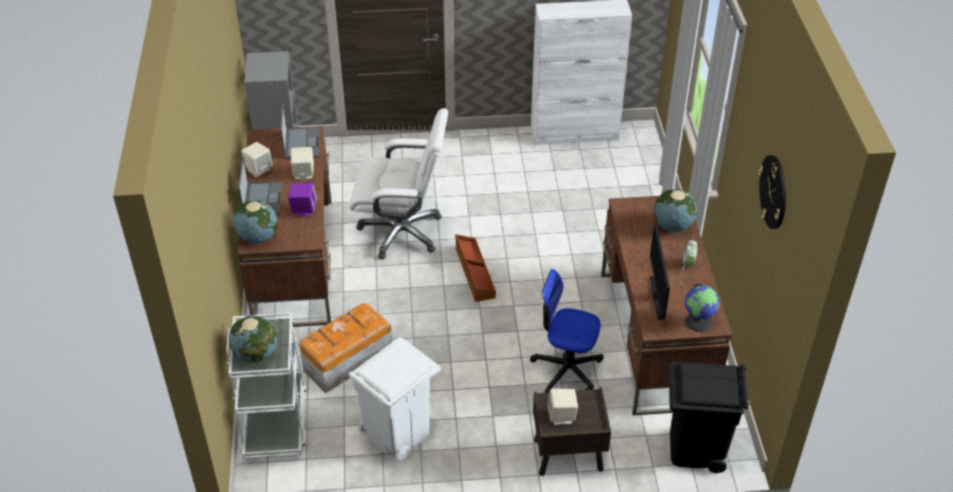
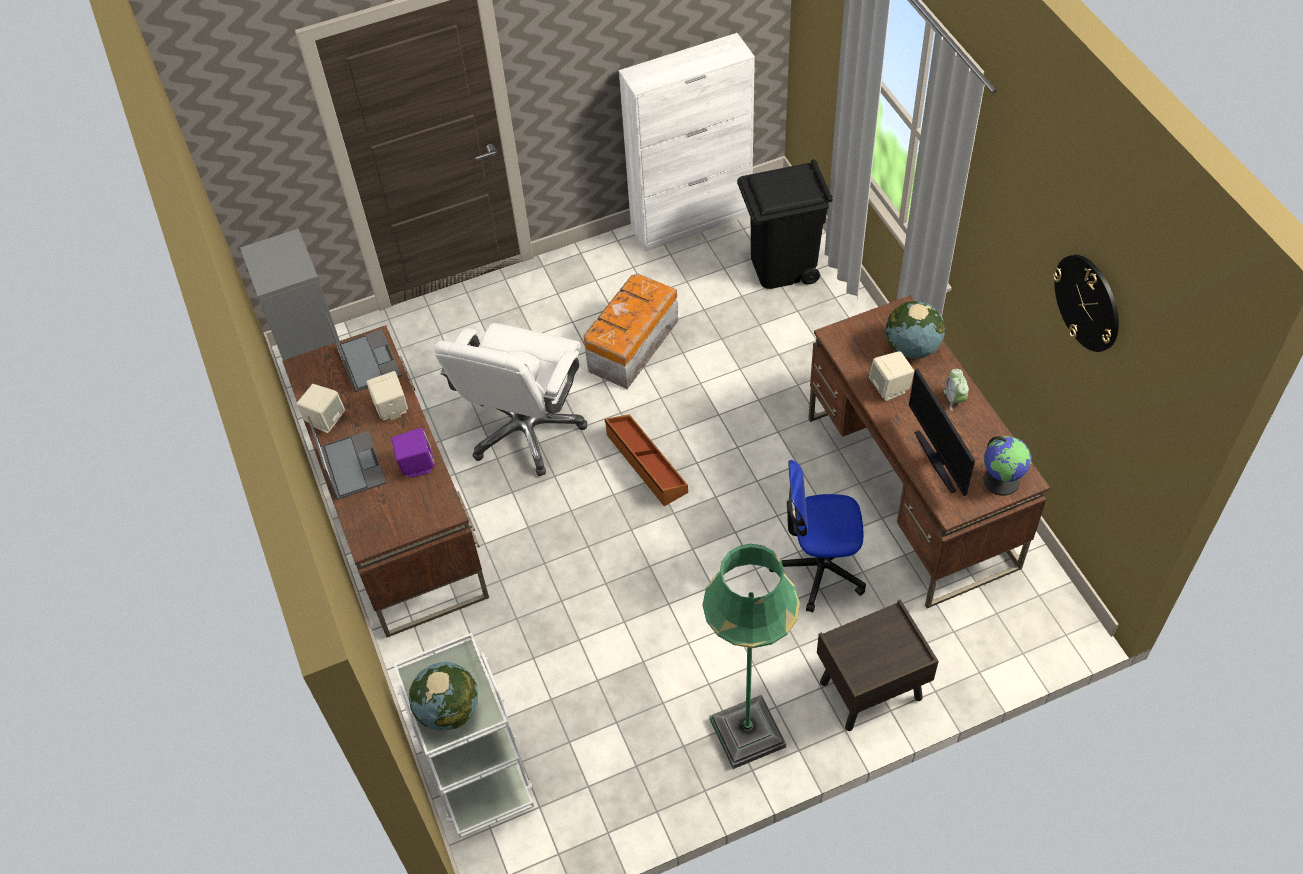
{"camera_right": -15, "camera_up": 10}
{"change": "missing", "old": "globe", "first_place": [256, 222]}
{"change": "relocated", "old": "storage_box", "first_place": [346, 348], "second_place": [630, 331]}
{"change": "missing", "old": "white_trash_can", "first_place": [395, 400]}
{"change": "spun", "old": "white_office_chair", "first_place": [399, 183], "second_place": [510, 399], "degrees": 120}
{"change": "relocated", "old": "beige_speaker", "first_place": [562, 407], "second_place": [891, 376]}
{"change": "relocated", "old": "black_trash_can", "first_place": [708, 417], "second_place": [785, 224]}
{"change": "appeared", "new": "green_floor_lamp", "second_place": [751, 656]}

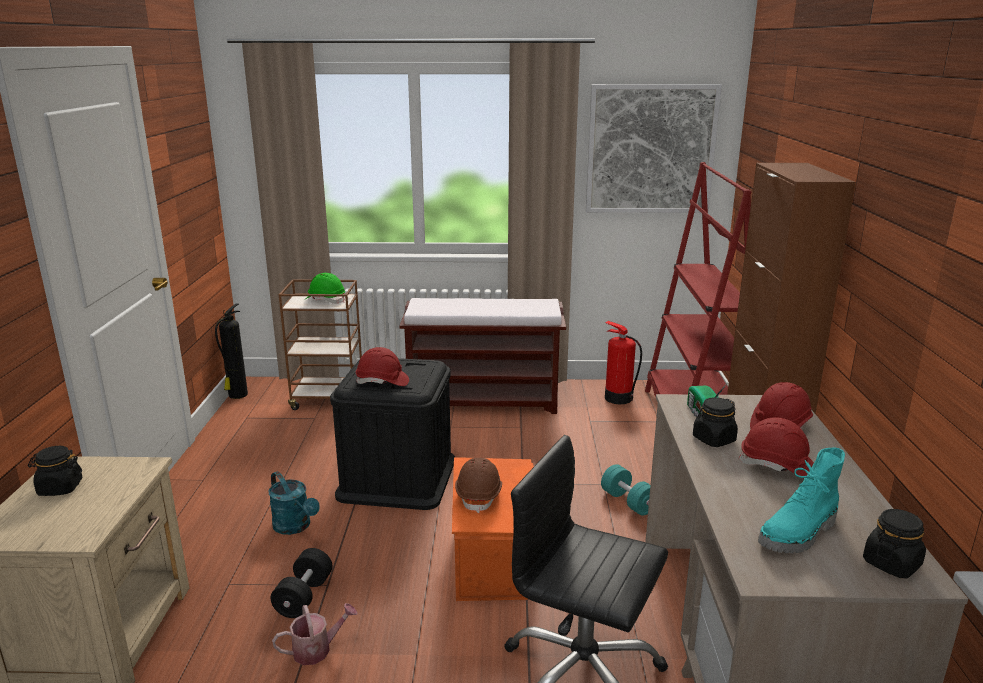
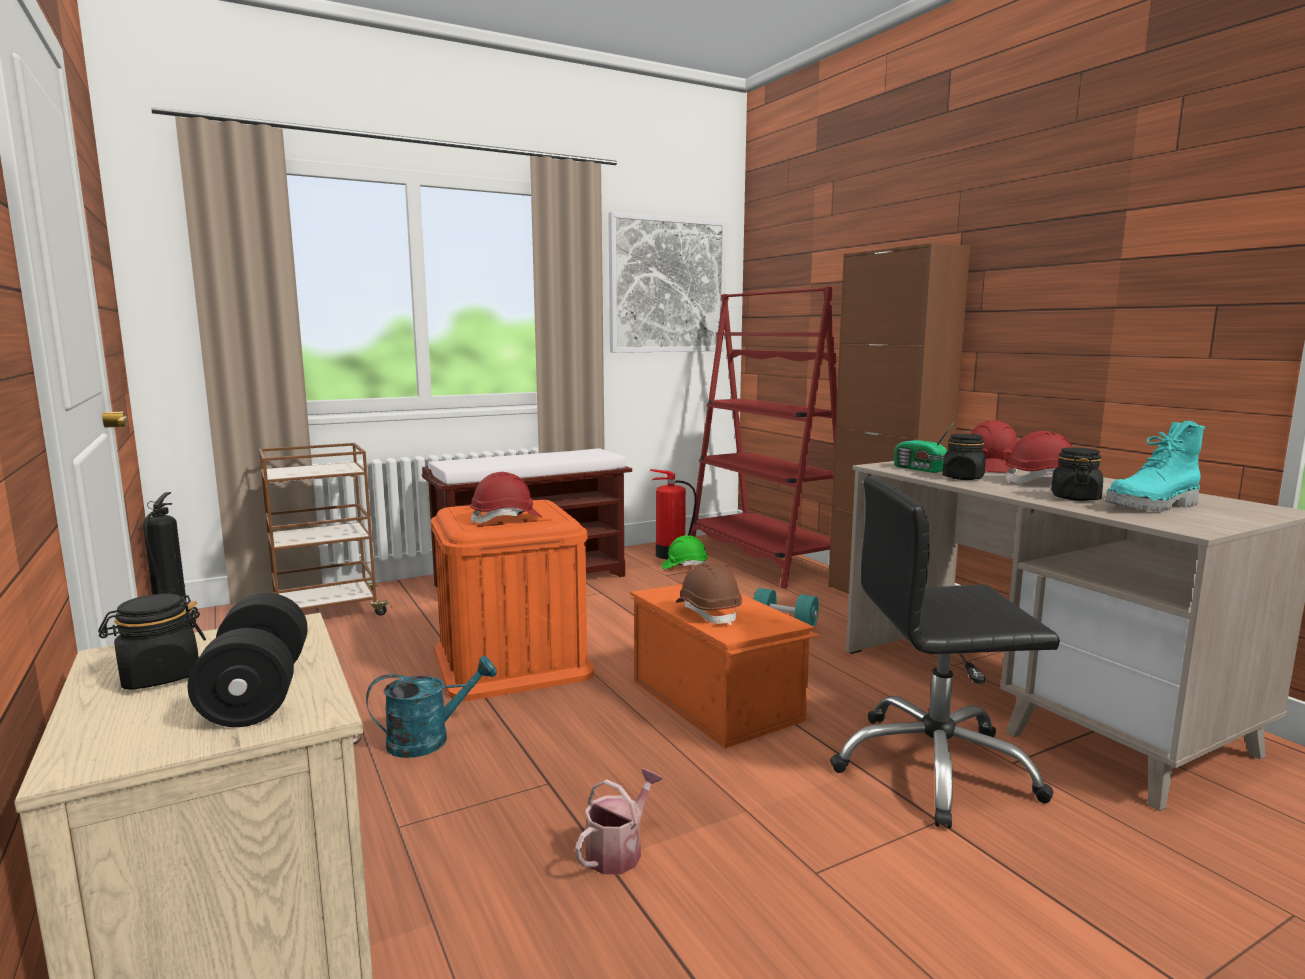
{"camera_right": -30, "camera_up": -10}
{"change": "spun", "old": "turquoise_watering_can", "first_place": [294, 503], "second_place": [431, 707], "degrees": -45}
{"change": "relocated", "old": "black_dumbbell", "first_place": [301, 583], "second_place": [248, 660]}
{"change": "relocated", "old": "green_hard_hat", "first_place": [324, 288], "second_place": [684, 552]}
{"change": "colour", "old": "black_storage_box", "new": "orange_storage_box", "first_place": [392, 434], "second_place": [512, 600]}
{"change": "spun", "old": "turquoise_boot", "first_place": [801, 500], "second_place": [1155, 466], "degrees": 45}
{"change": "relocated", "old": "black_jar", "first_place": [894, 544], "second_place": [1077, 474]}

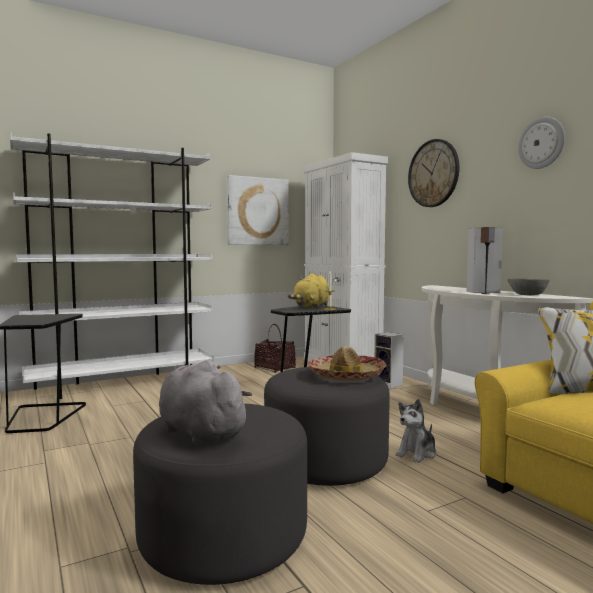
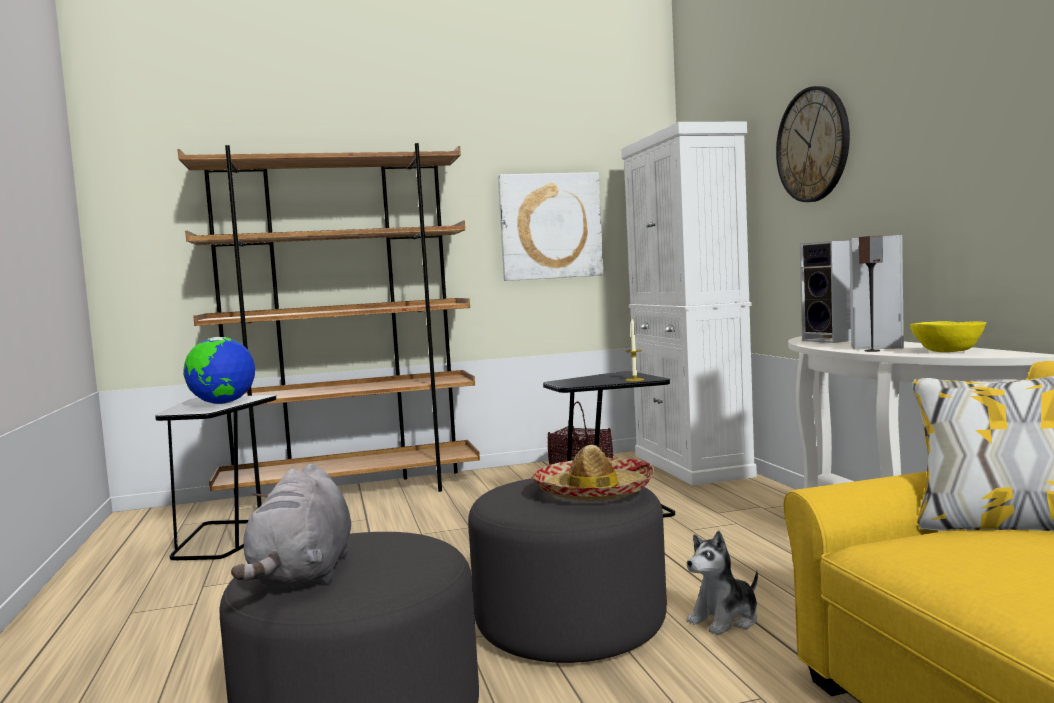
{"camera_right": 15, "camera_up": 0}
{"change": "colour", "old": "white_bookcase", "new": "brown_bookcase", "first_place": [112, 265], "second_place": [329, 325]}
{"change": "spun", "old": "grey_plush_toy", "first_place": [205, 403], "second_place": [291, 525], "degrees": -150}
{"change": "missing", "old": "yellow_plush_toy", "first_place": [308, 290]}
{"change": "relocated", "old": "speaker", "first_place": [389, 360], "second_place": [825, 291]}
{"change": "colour", "old": "grey_bowl", "new": "yellow_bowl", "first_place": [528, 286], "second_place": [948, 336]}
{"change": "missing", "old": "wall_clock", "first_place": [541, 143]}
{"change": "appeared", "new": "globe", "second_place": [219, 370]}

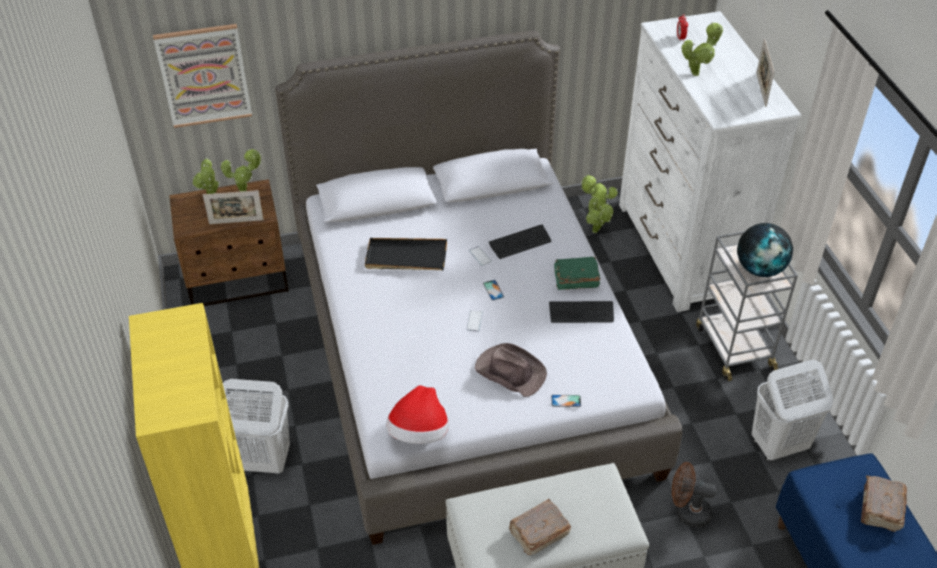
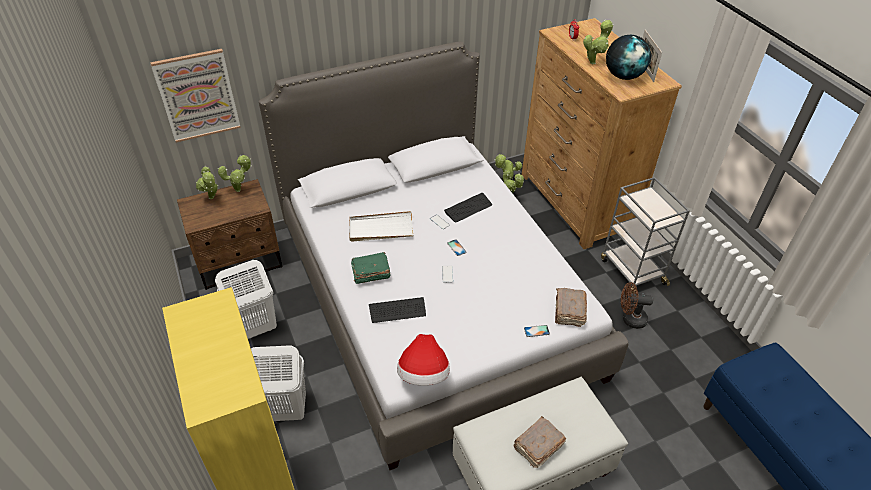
{"camera_right": -10, "camera_up": 0}
{"change": "missing", "old": "picture_frame", "first_place": [233, 207]}
{"change": "colour", "old": "black_tray", "new": "white_tray", "first_place": [406, 254], "second_place": [381, 226]}
{"change": "missing", "old": "brown_hat", "first_place": [510, 370]}
{"change": "relocated", "old": "keyboard", "first_place": [581, 312], "second_place": [397, 310]}
{"change": "relocated", "old": "green_book", "first_place": [577, 273], "second_place": [371, 268]}
{"change": "colour", "old": "white_dresser", "new": "brown_dresser", "first_place": [710, 161], "second_place": [602, 133]}
{"change": "relocated", "old": "brown_fan", "first_place": [694, 495], "second_place": [637, 305]}
{"change": "relocated", "old": "globe", "first_place": [765, 250], "second_place": [628, 57]}
{"change": "relocated", "old": "white_laundry_basket", "first_place": [792, 410], "second_place": [246, 299]}
{"change": "relocated", "old": "brown_book", "first_place": [884, 504], "second_place": [571, 307]}

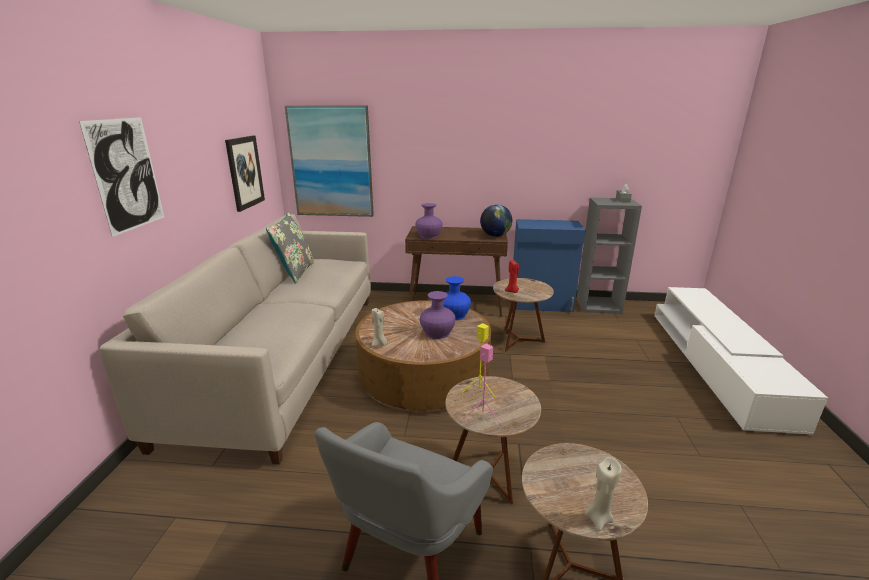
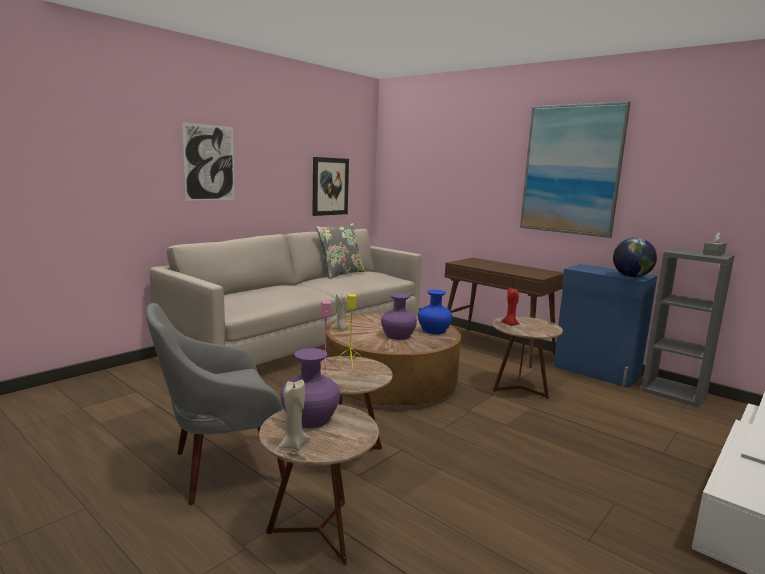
{"camera_right": 35, "camera_up": -10}
{"change": "relocated", "old": "picture", "first_place": [329, 161], "second_place": [575, 169]}
{"change": "relocated", "old": "purple_vase", "first_place": [429, 221], "second_place": [310, 388]}
{"change": "relocated", "old": "globe", "first_place": [496, 220], "second_place": [635, 257]}

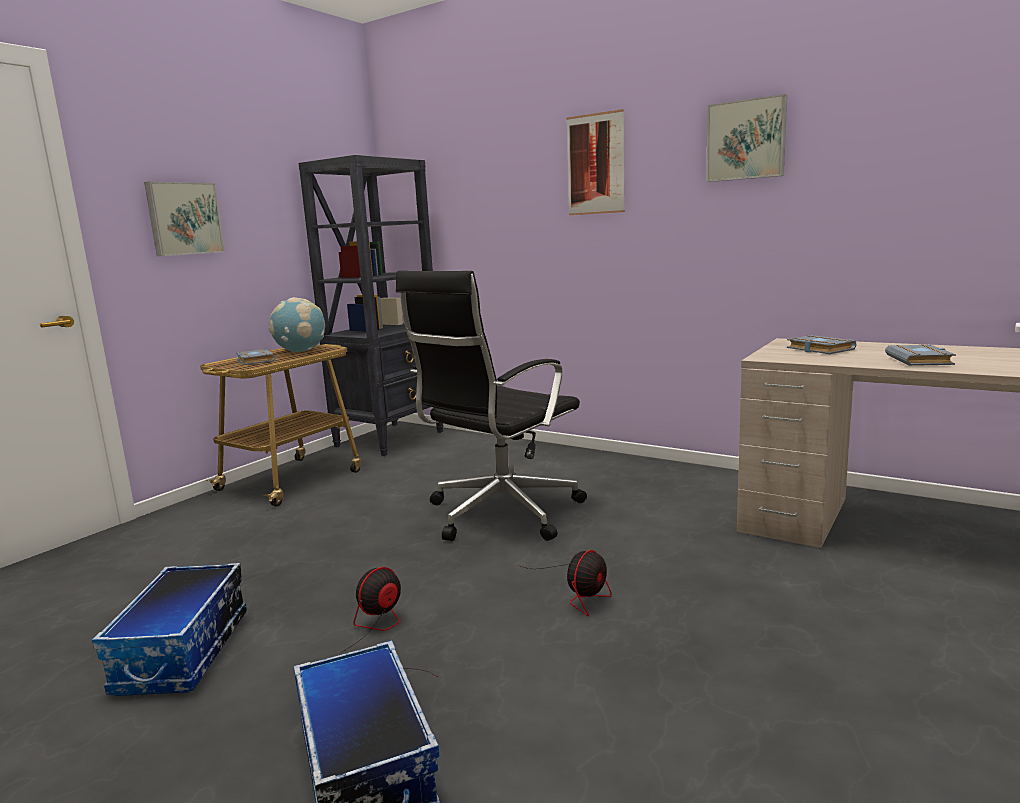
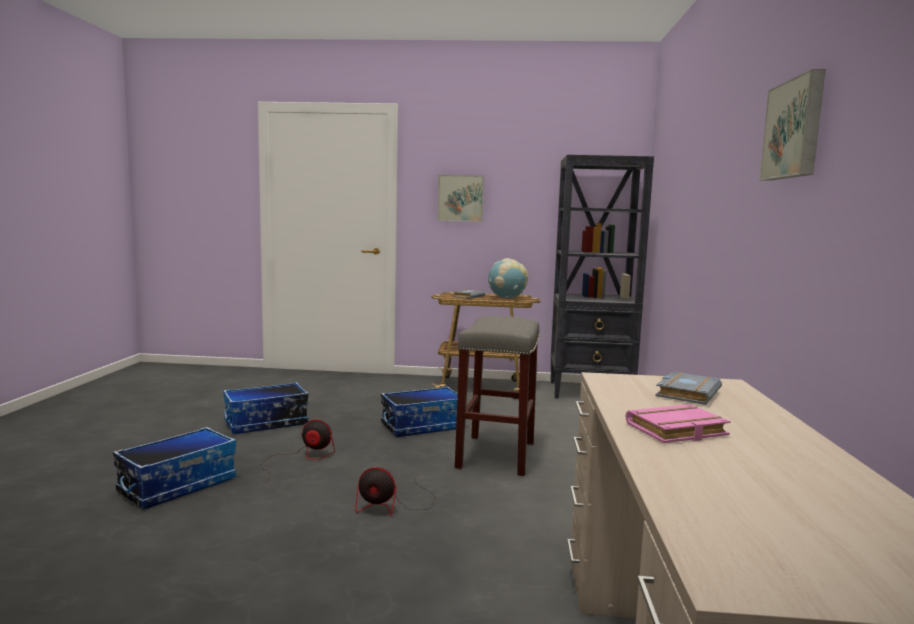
{"camera_right": 60, "camera_up": -5}
{"change": "exchanged", "old": "black_office_chair", "new": "grey_stool", "first_place": [491, 406], "second_place": [497, 396]}
{"change": "missing", "old": "picture", "first_place": [595, 162]}
{"change": "colour", "old": "grey_book", "new": "pink_book", "first_place": [920, 355], "second_place": [678, 423]}
{"change": "appeared", "new": "storage_box", "second_place": [419, 411]}

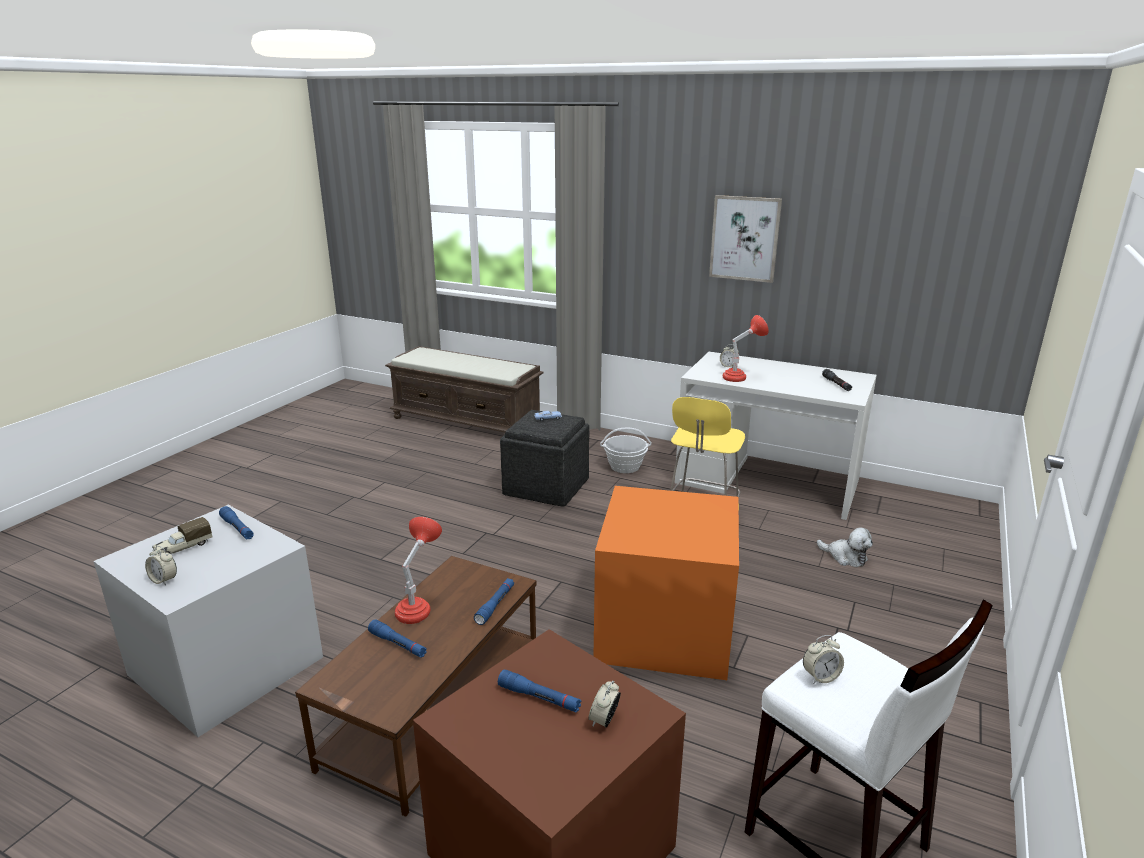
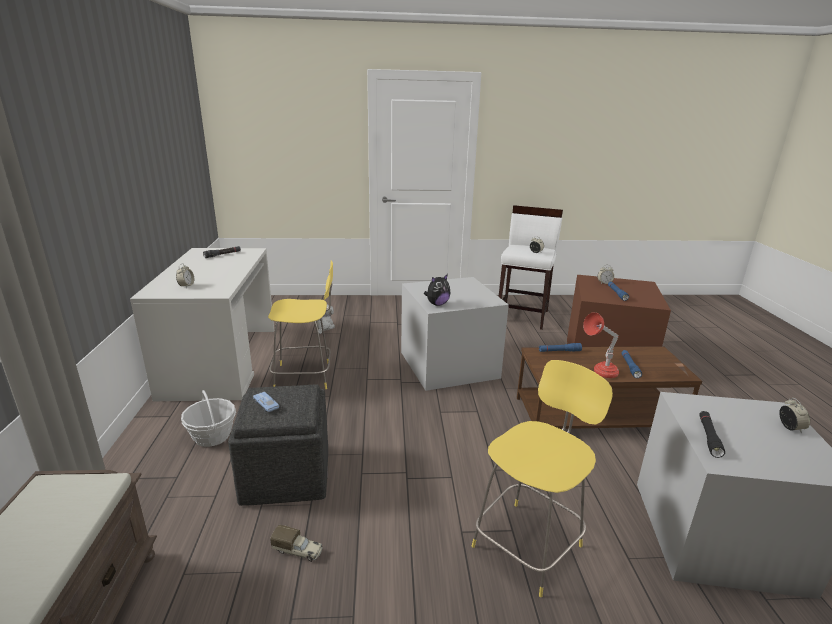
{"camera_right": -120, "camera_up": 0}
{"change": "relocated", "old": "toy_truck", "first_place": [182, 536], "second_place": [296, 543]}
{"change": "colour", "old": "blue_flashlight", "new": "black_flashlight", "first_place": [236, 522], "second_place": [712, 434]}
{"change": "colour", "old": "orange_storage_box", "new": "grey_storage_box", "first_place": [666, 583], "second_place": [455, 334]}
{"change": "missing", "old": "picture", "first_place": [745, 239]}
{"change": "missing", "old": "red_table_lamp", "first_place": [746, 348]}
{"change": "appeared", "new": "plush_toy", "second_place": [437, 290]}
{"change": "appeared", "new": "yellow_stool", "second_place": [542, 478]}

